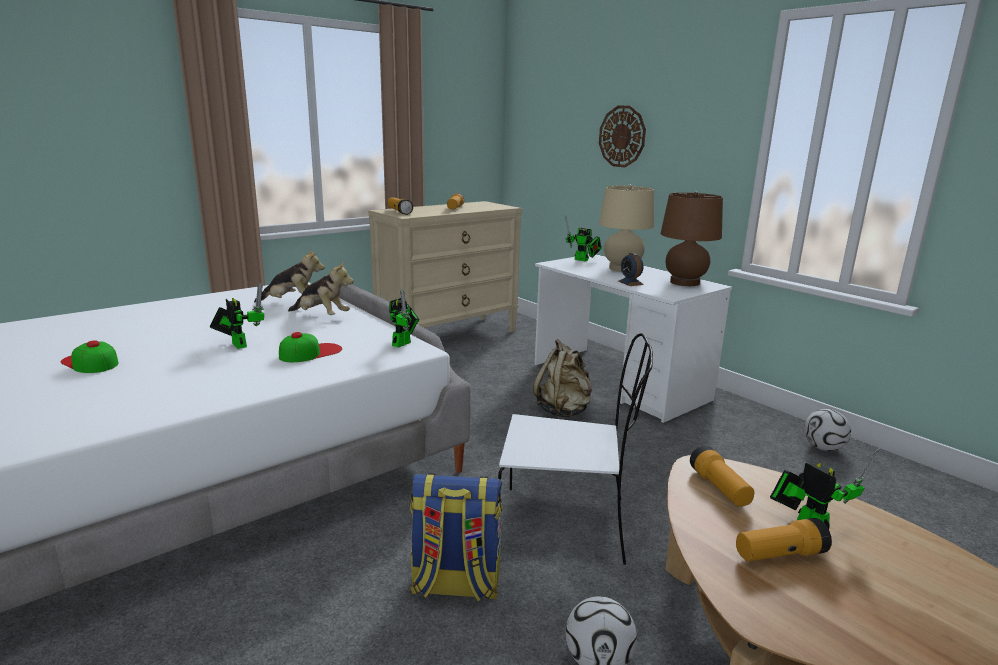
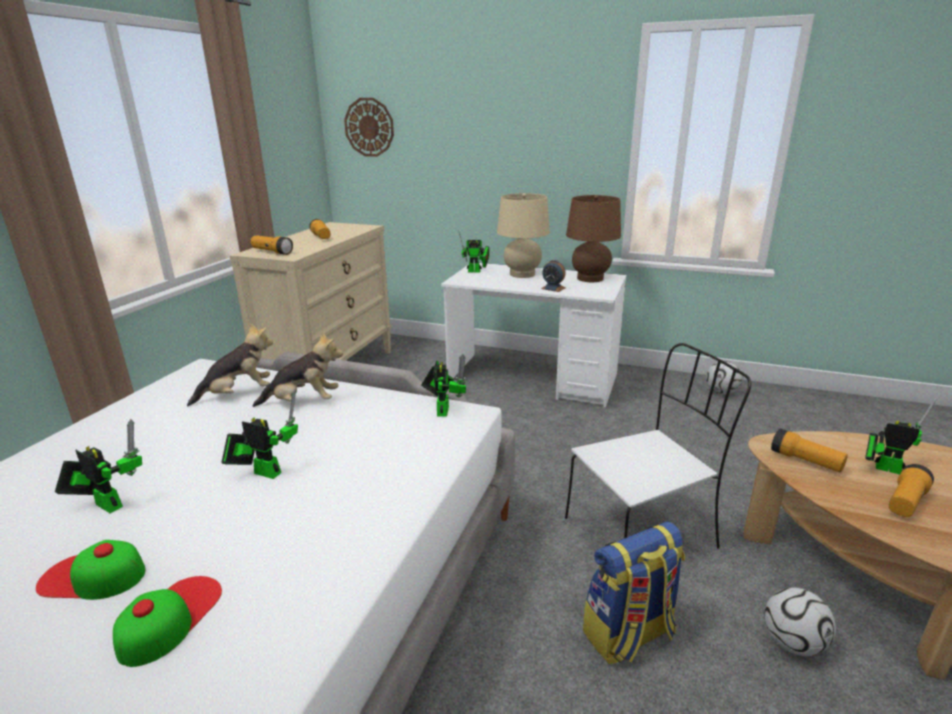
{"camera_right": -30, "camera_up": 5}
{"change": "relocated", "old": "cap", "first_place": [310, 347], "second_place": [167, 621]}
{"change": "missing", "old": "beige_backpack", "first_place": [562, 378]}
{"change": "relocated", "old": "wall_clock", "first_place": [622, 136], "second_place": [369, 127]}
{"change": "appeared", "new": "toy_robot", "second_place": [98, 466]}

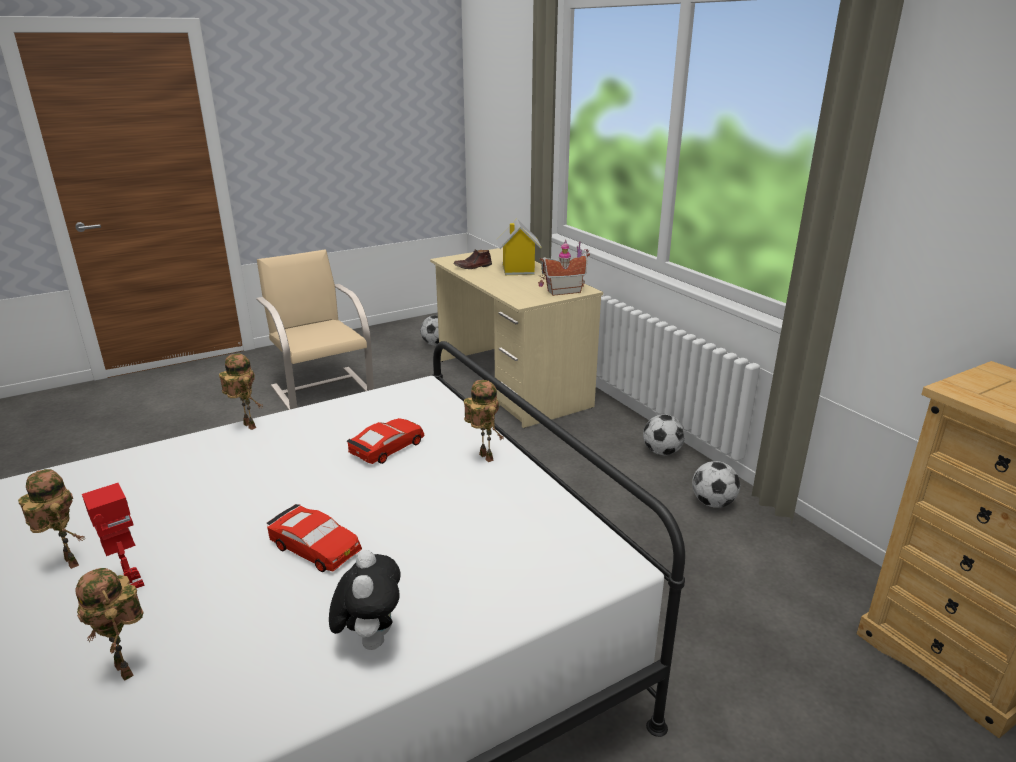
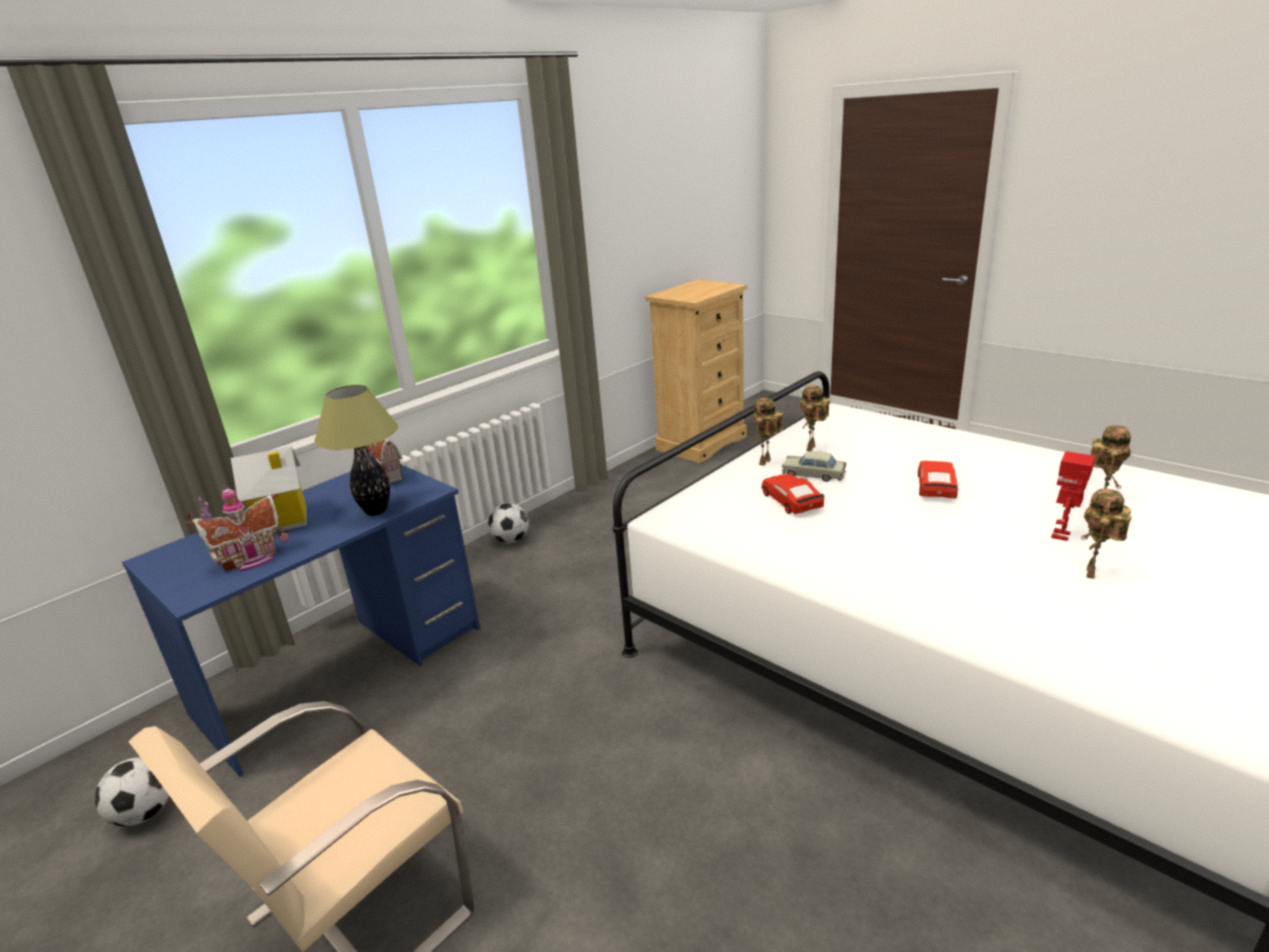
{"camera_right": -105, "camera_up": 0}
{"change": "relocated", "old": "toy_robot", "first_place": [241, 392], "second_place": [815, 418]}
{"change": "missing", "old": "plush_toy", "first_place": [364, 600]}
{"change": "spun", "old": "red_toy_car", "first_place": [385, 441], "second_place": [792, 494], "degrees": 45}
{"change": "colour", "old": "beige_desk", "new": "blue_desk", "first_place": [516, 338], "second_place": [301, 620]}
{"change": "exchanged", "old": "brown_shoe", "new": "toy_house", "first_place": [472, 259], "second_place": [237, 528]}
{"change": "missing", "old": "football", "first_place": [716, 484]}
{"change": "appeared", "new": "table_lamp", "second_place": [356, 450]}
{"change": "appeared", "new": "beige_toy_car", "second_place": [814, 466]}

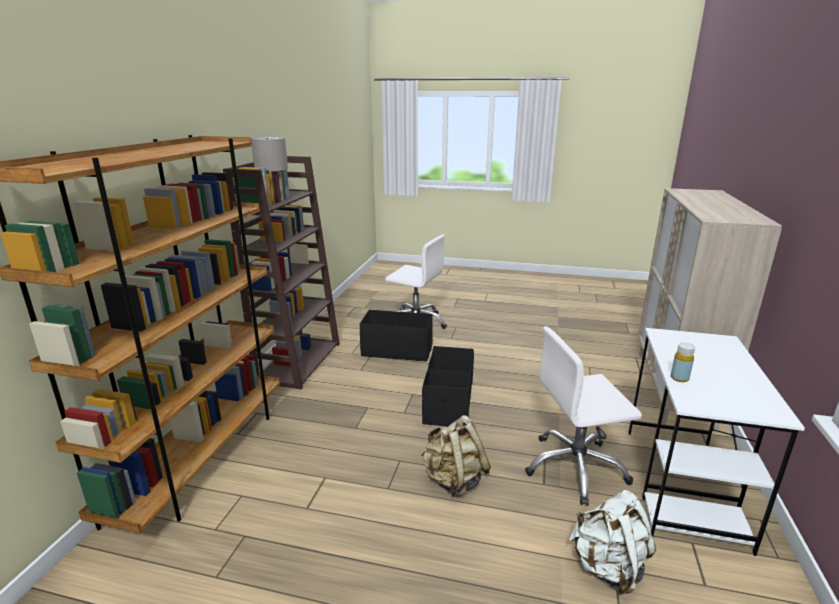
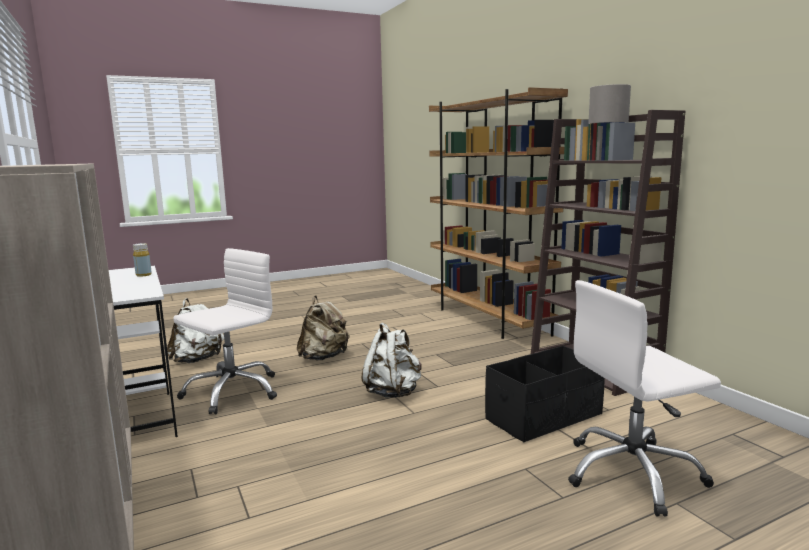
{"camera_right": 140, "camera_up": -10}
{"change": "exchanged", "old": "black_storage_box", "new": "white_backpack", "first_place": [448, 386], "second_place": [391, 360]}

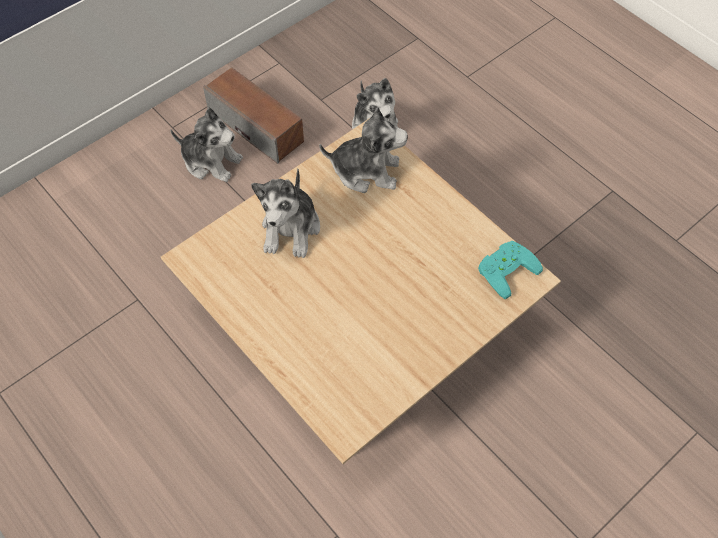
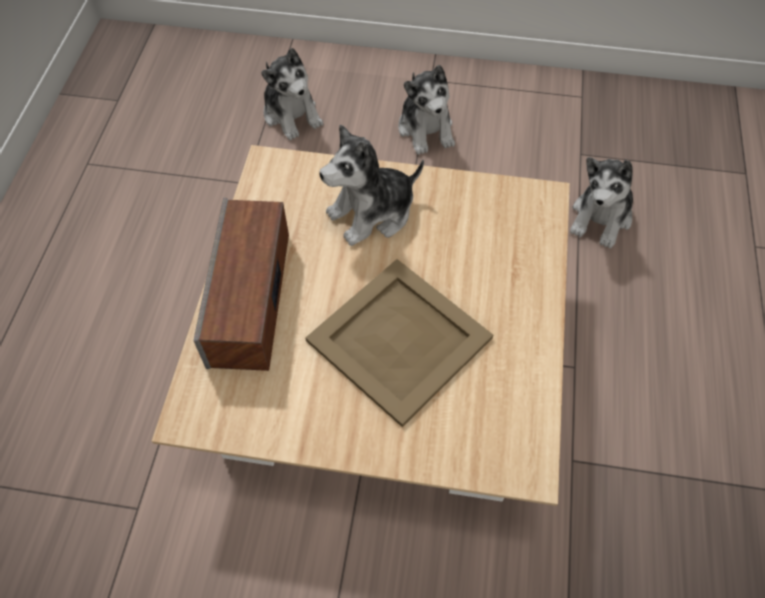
{"camera_right": 50, "camera_up": 0}
{"change": "relocated", "old": "speaker", "first_place": [253, 115], "second_place": [241, 284]}
{"change": "relocated", "old": "plush_toy", "first_place": [363, 150], "second_place": [292, 94]}
{"change": "missing", "old": "turquoise_game_controller", "first_place": [510, 270]}
{"change": "appeared", "new": "beige_tray", "second_place": [399, 343]}

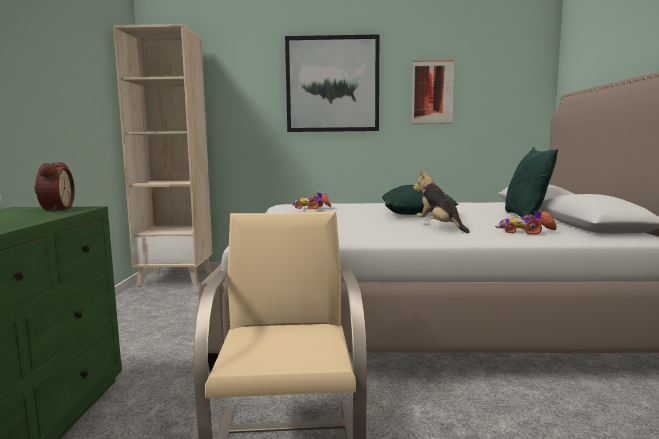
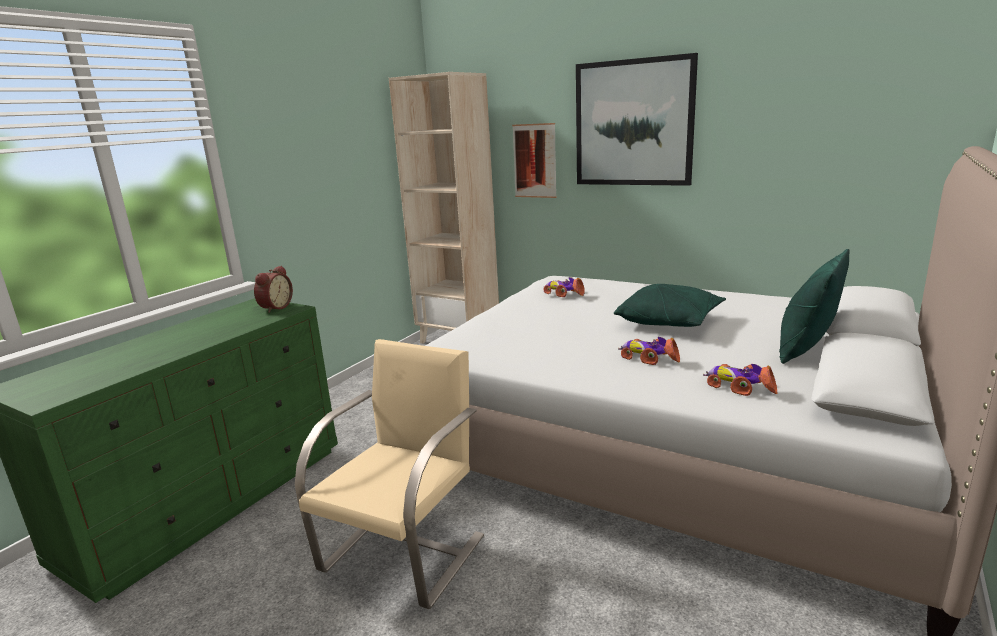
{"camera_right": 30, "camera_up": 10}
{"change": "relocated", "old": "picture", "first_place": [433, 92], "second_place": [534, 160]}
{"change": "exchanged", "old": "plush_toy", "new": "toy_car", "first_place": [441, 202], "second_place": [649, 351]}

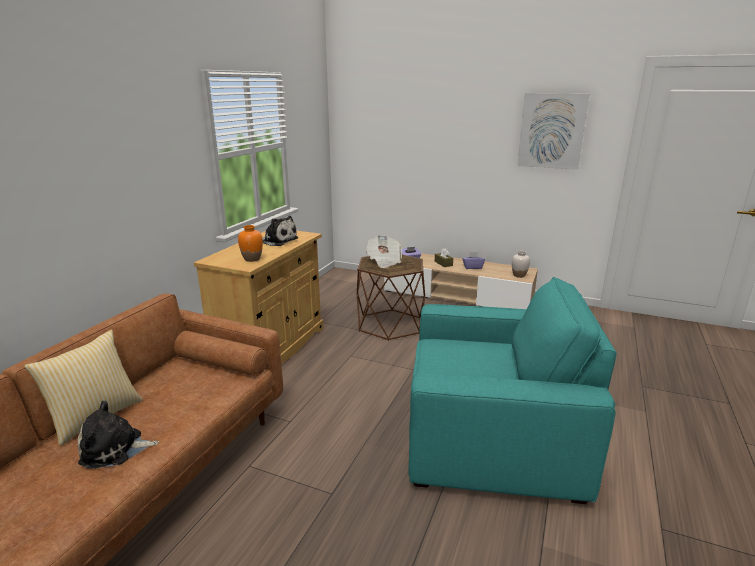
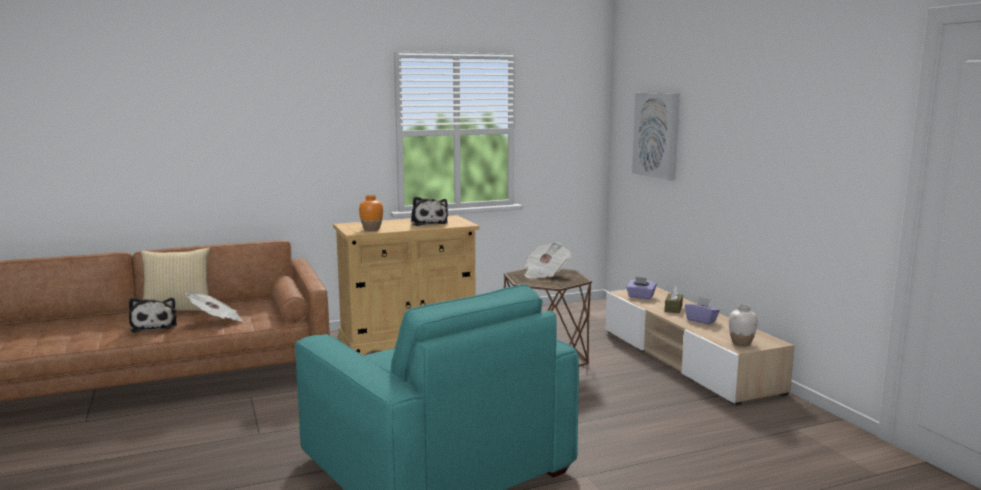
{"camera_right": 45, "camera_up": -10}
{"change": "spun", "old": "plush_toy", "first_place": [118, 434], "second_place": [153, 315], "degrees": -150}
{"change": "relocated", "old": "picture", "first_place": [553, 131], "second_place": [656, 137]}
{"change": "appeared", "new": "newspaper", "second_place": [214, 307]}

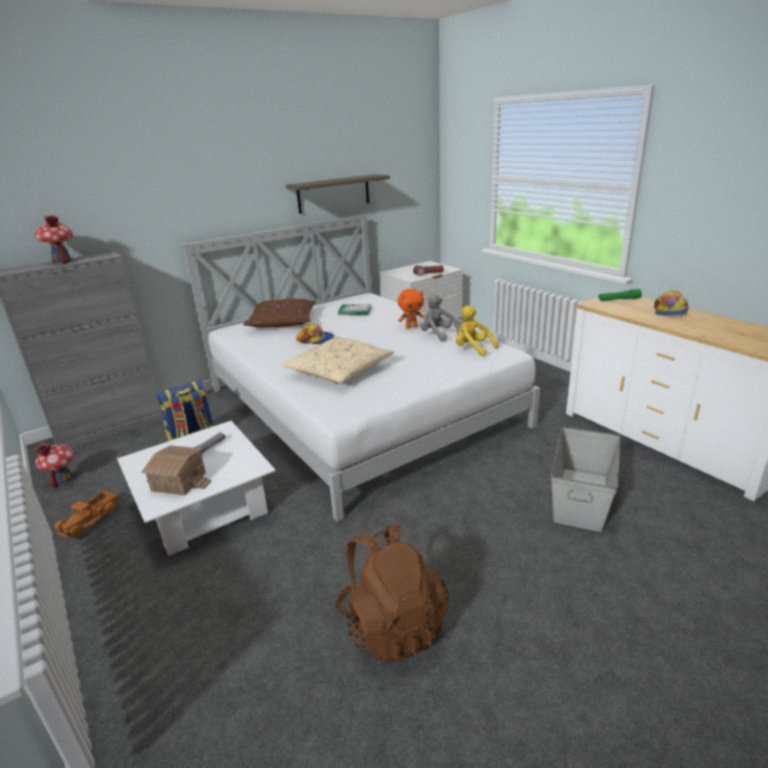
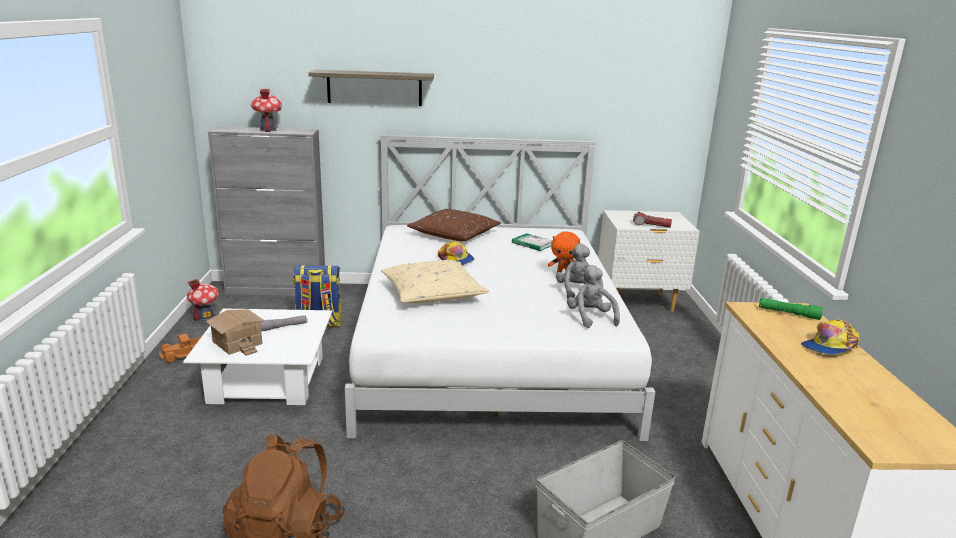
{"camera_right": 30, "camera_up": -5}
{"change": "relocated", "old": "shelf", "first_place": [338, 194], "second_place": [371, 88]}
{"change": "colour", "old": "yellow_plush_toy", "new": "grey_plush_toy", "first_place": [477, 331], "second_place": [593, 296]}

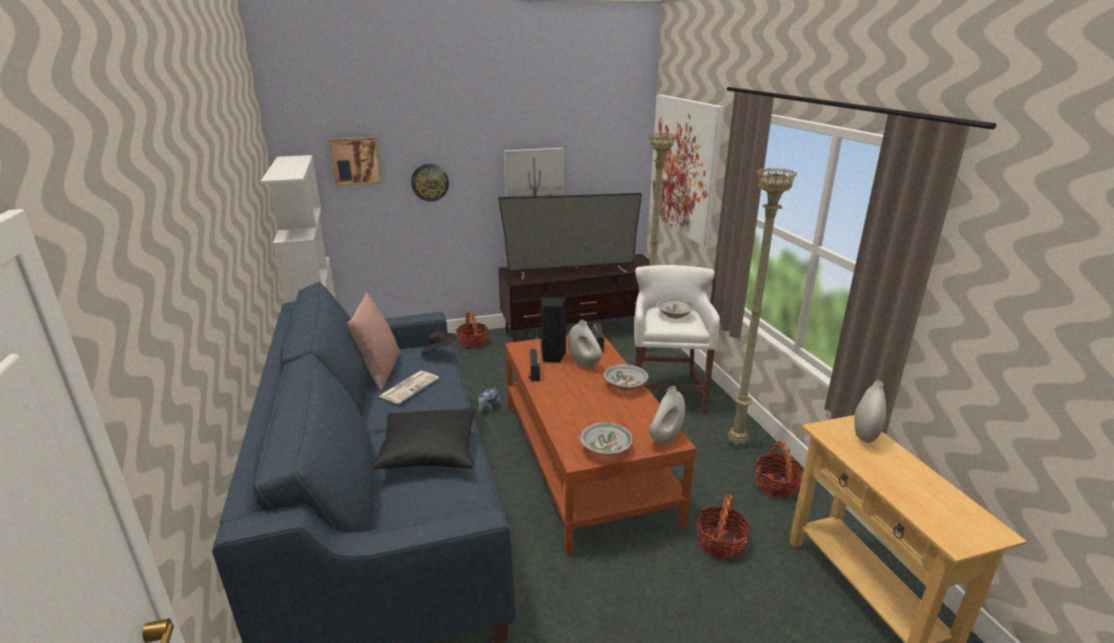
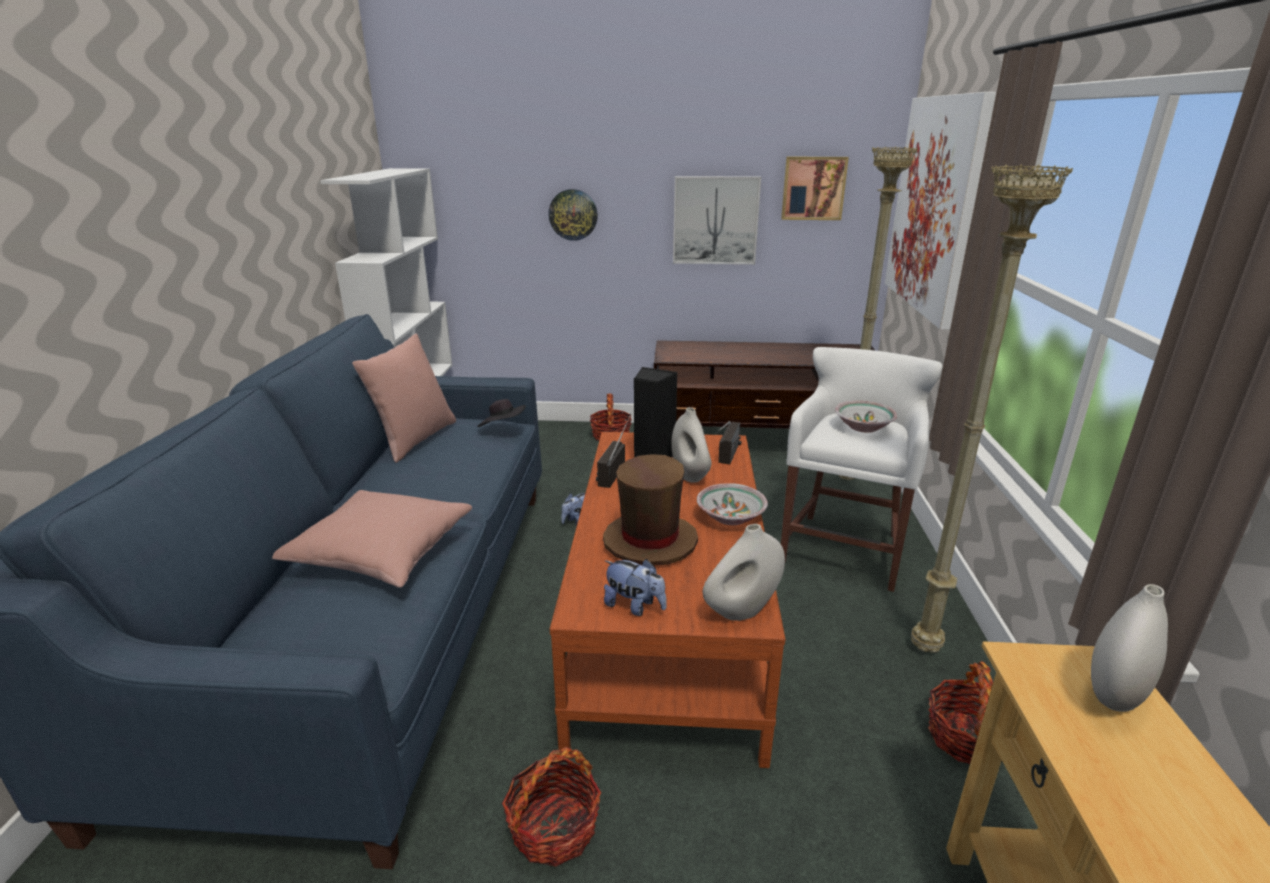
{"camera_right": 20, "camera_up": 0}
{"change": "relocated", "old": "picture", "first_place": [355, 161], "second_place": [815, 188]}
{"change": "colour", "old": "black_pillow", "new": "pink_pillow", "first_place": [424, 438], "second_place": [372, 539]}
{"change": "missing", "old": "newspaper", "first_place": [408, 387]}
{"change": "missing", "old": "television", "first_place": [570, 237]}
{"change": "exchanged", "old": "bowl", "new": "plush_toy", "first_place": [606, 439], "second_place": [635, 587]}
{"change": "relocated", "old": "basket", "first_place": [724, 527], "second_place": [551, 807]}
{"change": "appeared", "new": "brown_hat", "second_place": [650, 509]}

